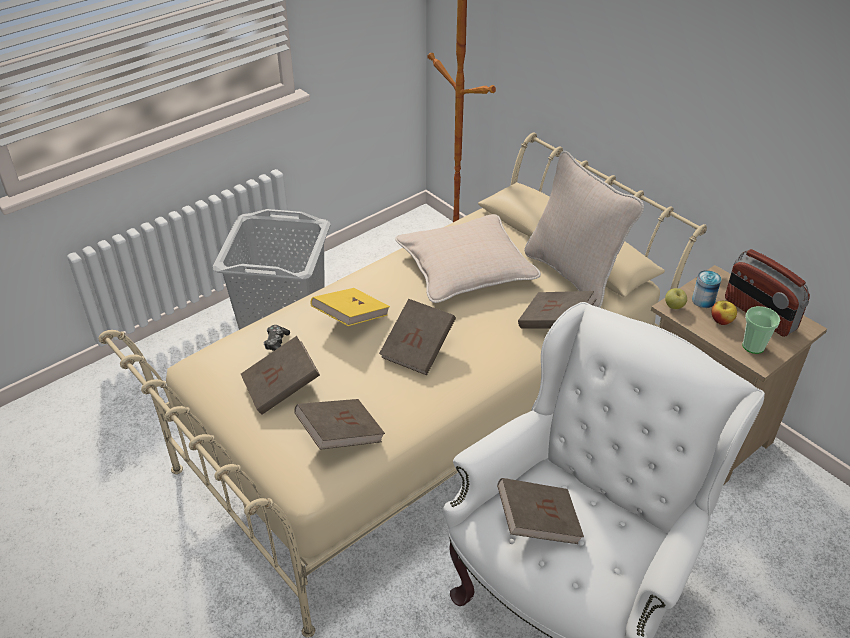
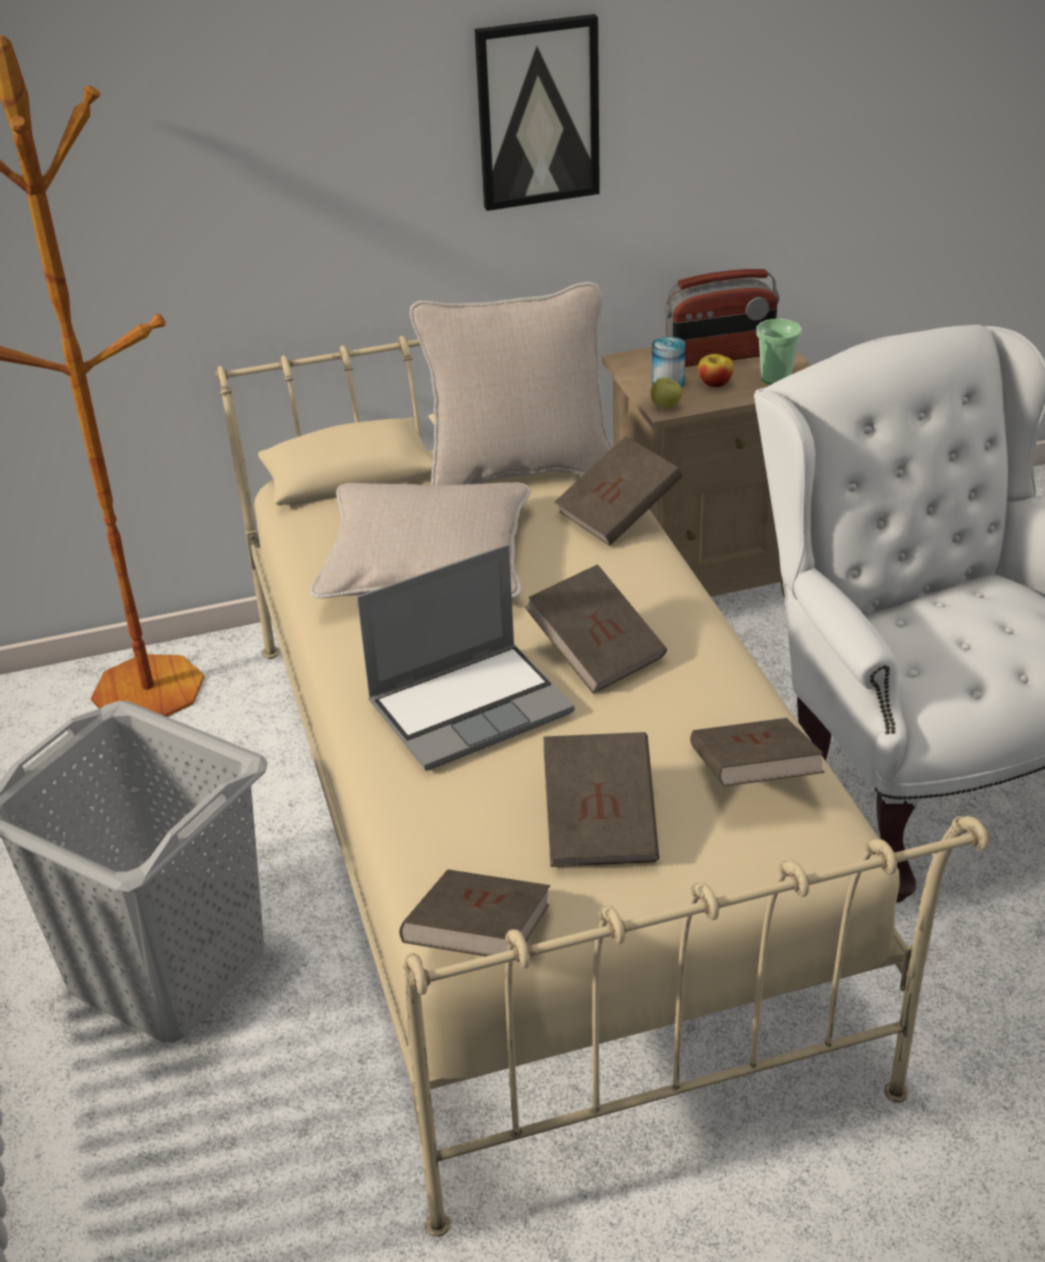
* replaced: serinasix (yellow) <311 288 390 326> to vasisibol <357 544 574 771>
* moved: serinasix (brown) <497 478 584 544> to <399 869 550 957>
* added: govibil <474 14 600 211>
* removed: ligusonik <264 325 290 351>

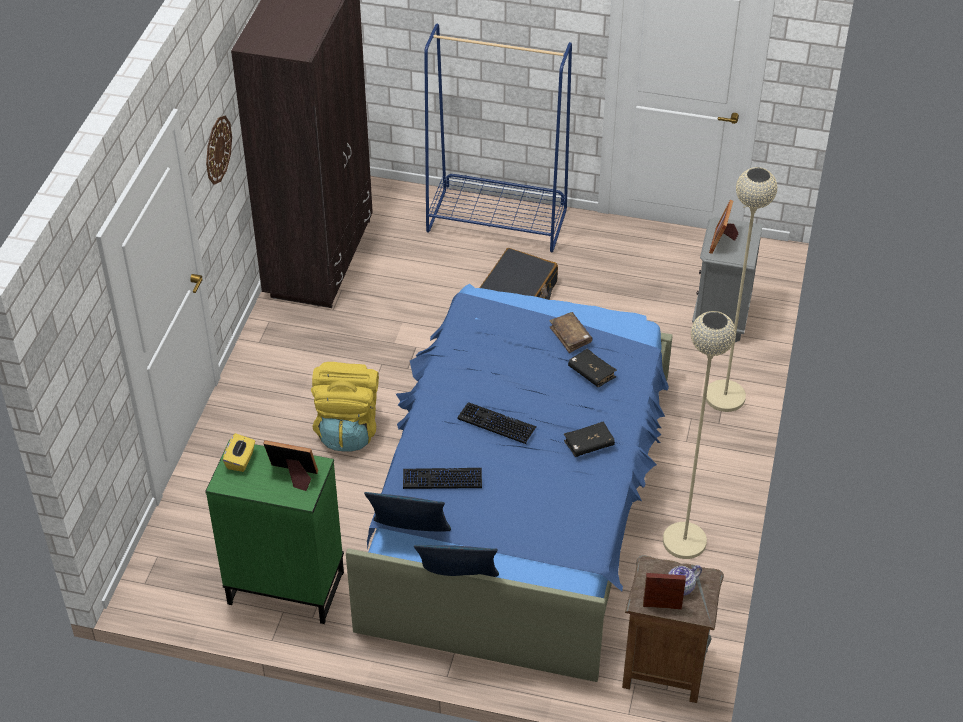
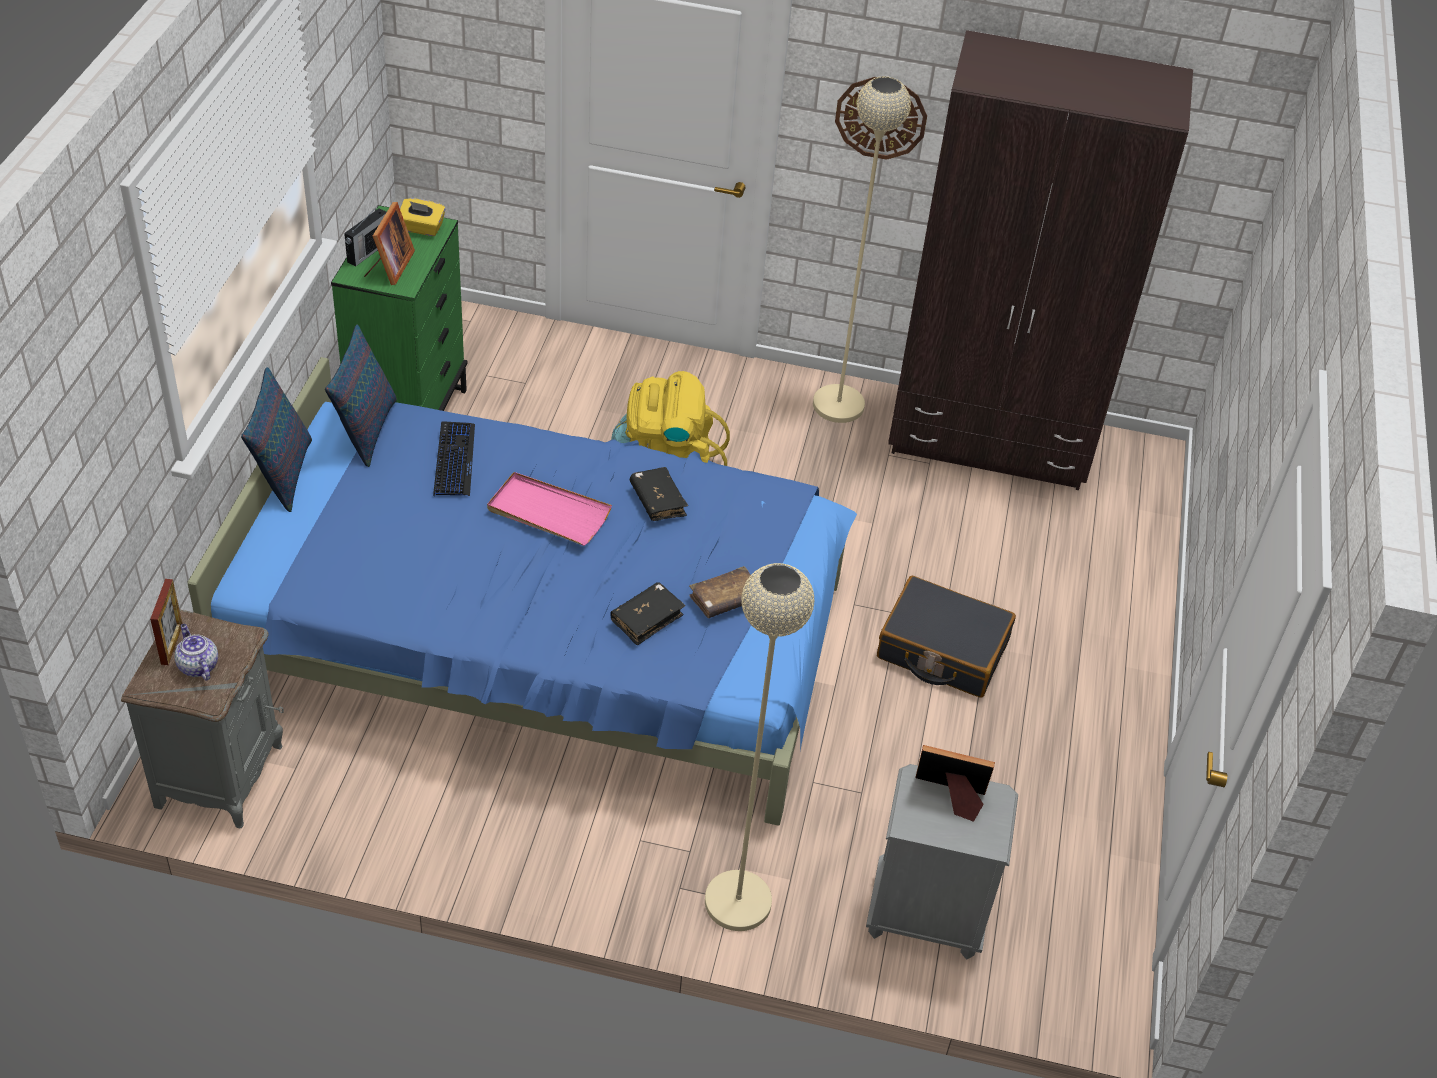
* added: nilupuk <344 208 387 266>
* replaced: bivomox <457 402 537 444> to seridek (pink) <487 472 612 546>
* moved: serinasix (black) <564 422 615 457> to <630 467 688 521>
* moved: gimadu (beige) <663 311 736 559> to <813 76 911 423>
* removed: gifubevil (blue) <424 24 572 253>

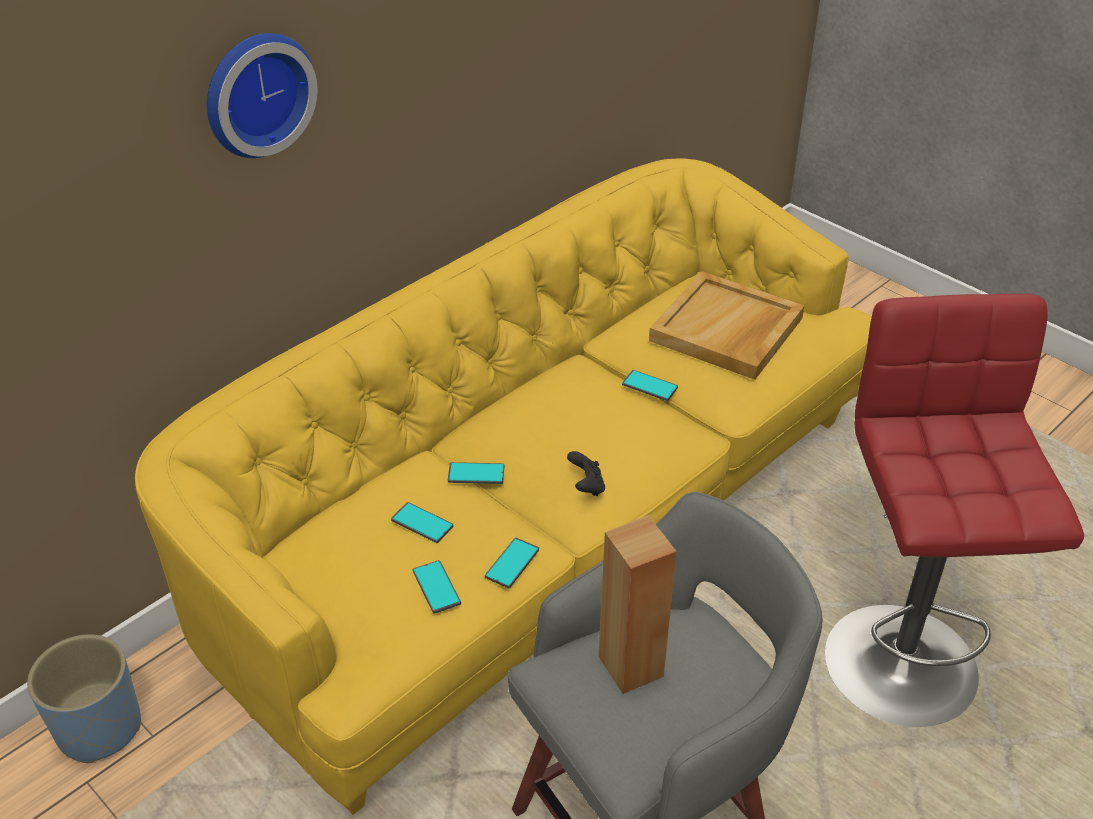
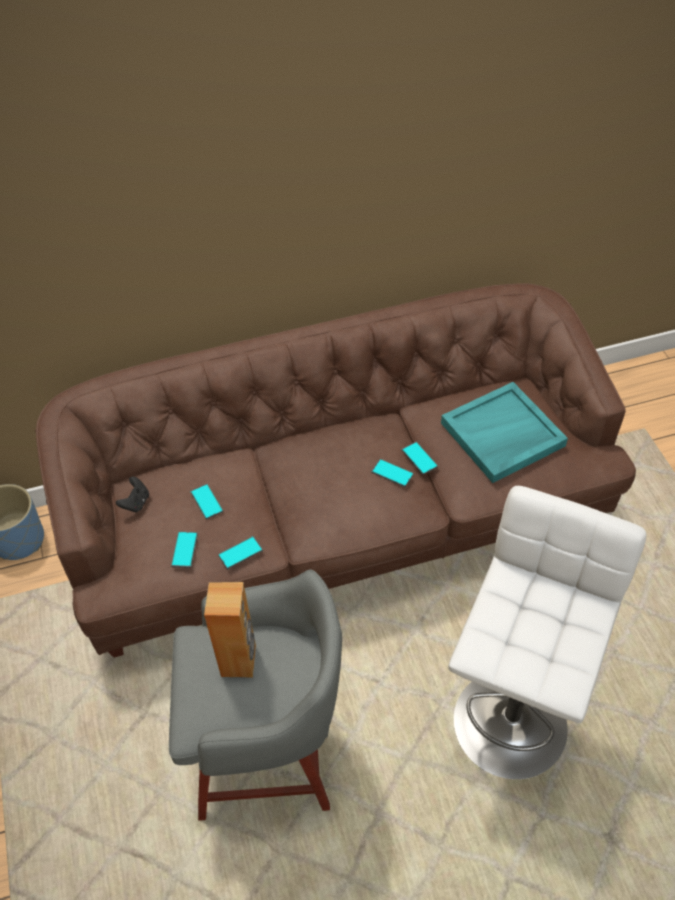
* recoloured: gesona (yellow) <135 158 872 815> to gesona (brown) <35 283 636 658>
* moved: ligusonik (black) <567 451 605 496> to <116 477 149 512>
* moved: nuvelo <448 462 504 484> to <371 459 414 487>
* recoloured: seridek (beige) <649 271 805 380> to seridek (turquoise) <441 382 568 483>
* recoloured: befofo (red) <825 294 1084 727> to befofo (white) <448 486 646 779>
* removed: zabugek <207 33 317 158>

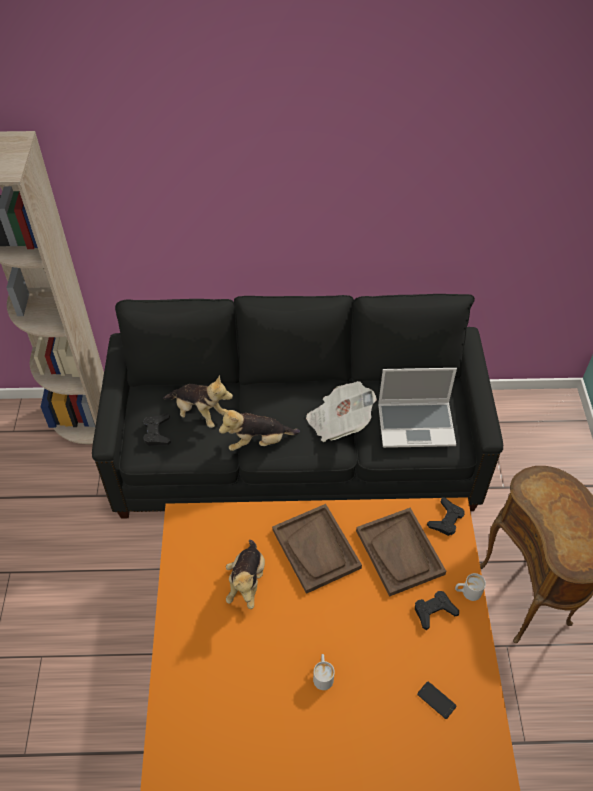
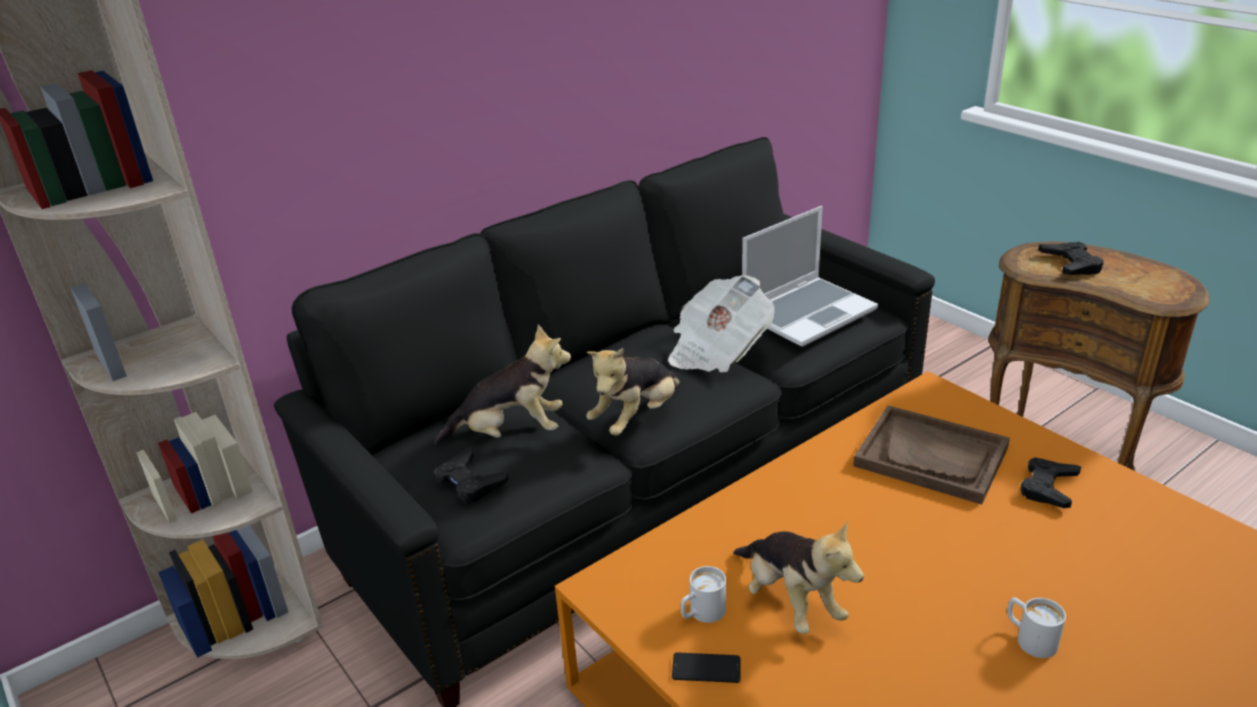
* moved: nuvelo <417 681 457 719> to <672 652 741 683>
* moved: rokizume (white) <455 573 486 601> to <681 566 726 623>
* moved: ligusonik (black) <427 497 465 536> to <1039 242 1104 275>
* removed: seridek (brown) <272 504 362 594>

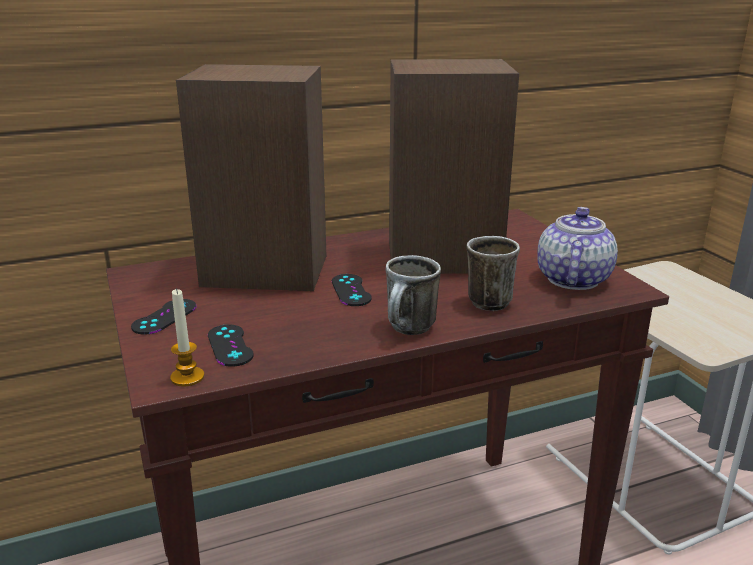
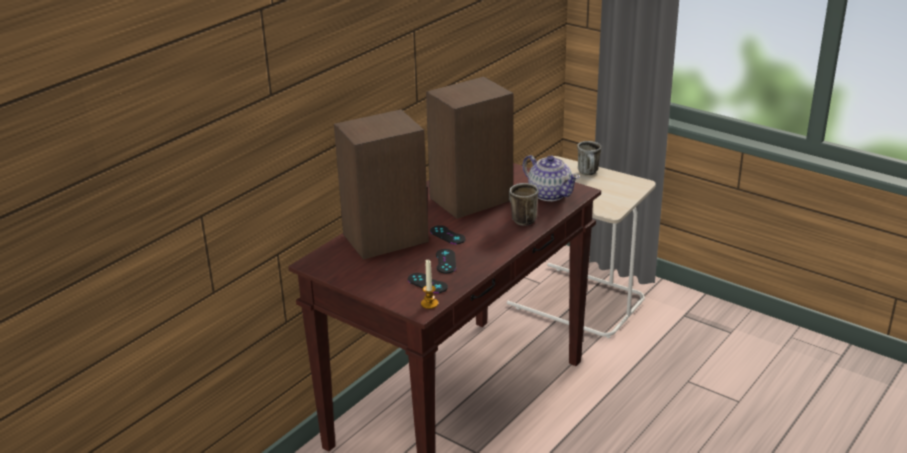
* moved: ligusonik (black) <131 299 196 335> to <436 249 456 274>
* turned: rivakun <537 207 618 290> = <523 155 579 201> 150 degrees clockwise
* moved: rokizume <386 255 441 335> to <577 141 601 175>

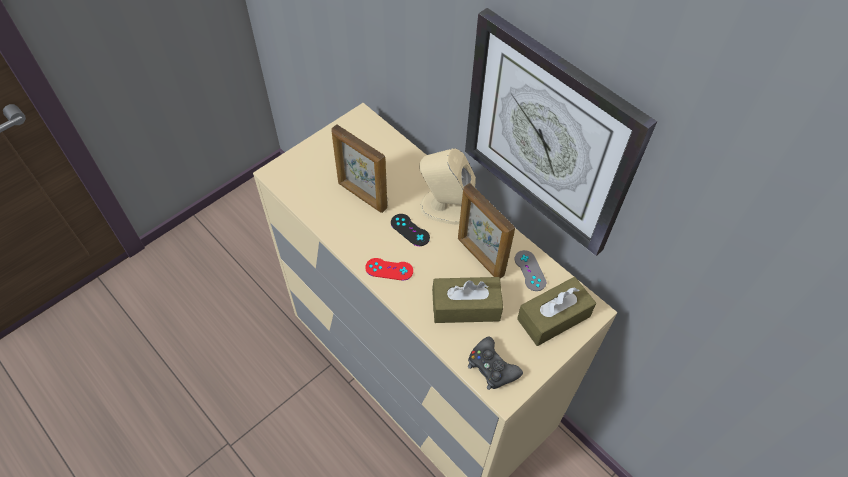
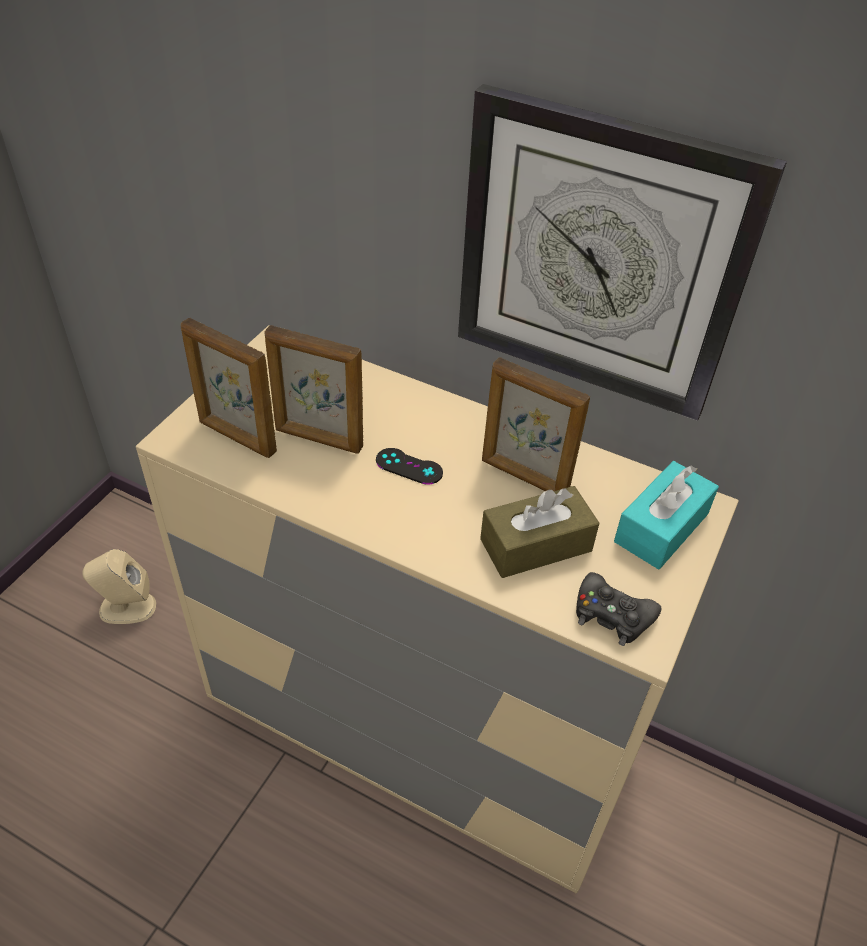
* moved: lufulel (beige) <419 148 476 224> to <82 549 156 624>
* added: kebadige <181 318 277 458>
* recoloured: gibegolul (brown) <517 277 596 346> to gibegolul (turquoise) <614 461 719 569>
* removed: ligusonik (red) <365 258 413 280>
* removed: ligusonik (grey) <514 250 546 291>

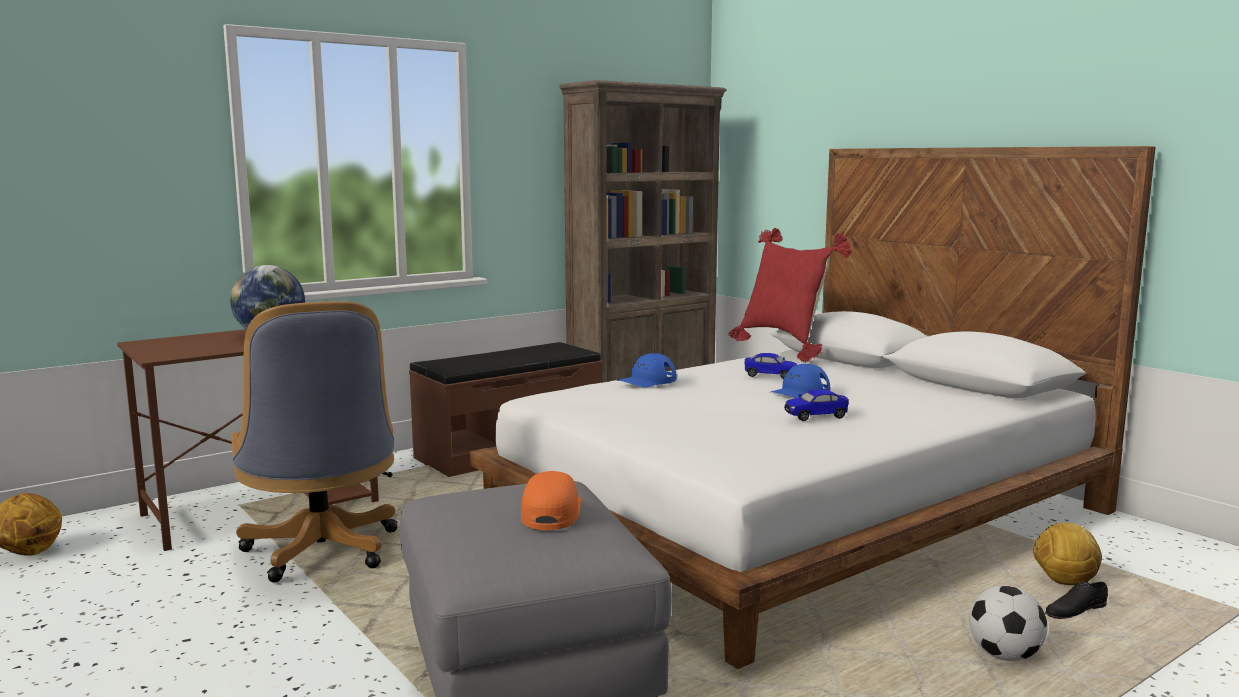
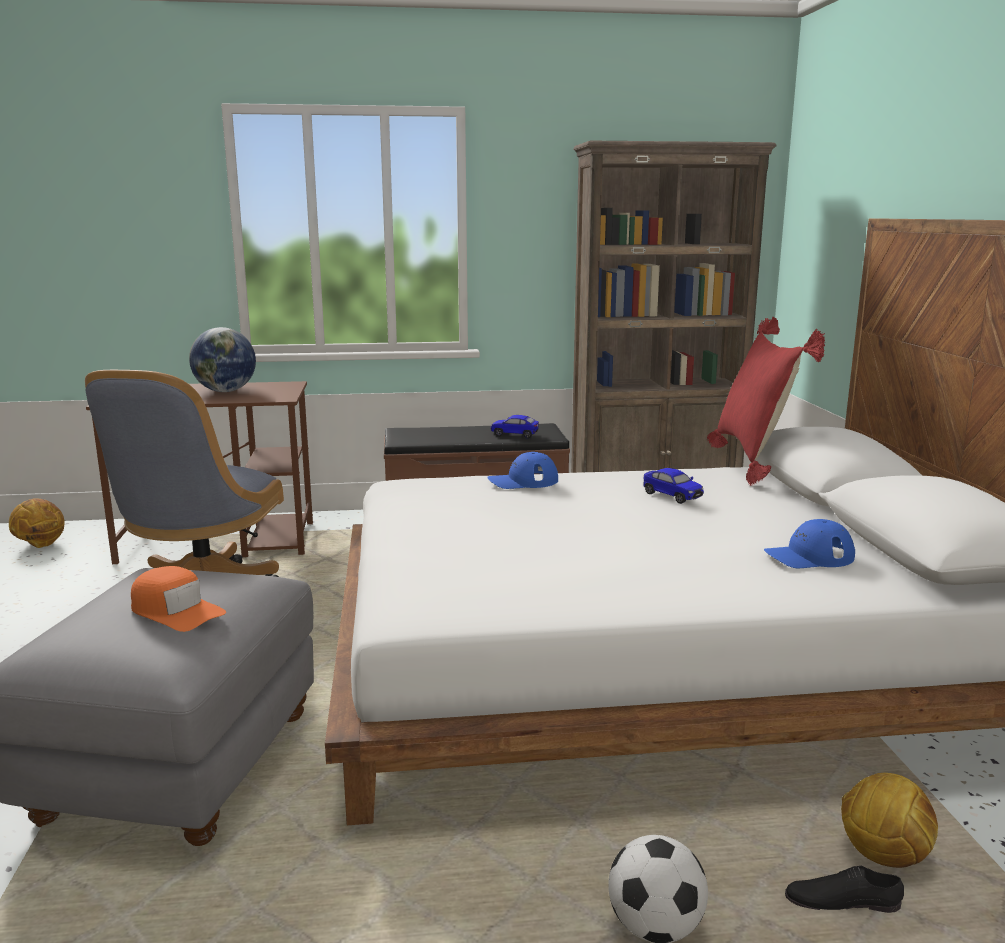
* turned: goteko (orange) <521 471 582 530> = <131 566 226 632> 90 degrees clockwise
* moved: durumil <784 389 849 421> to <491 415 539 439>
* moved: goteko (blue) <771 364 830 398> to <764 519 855 568>

